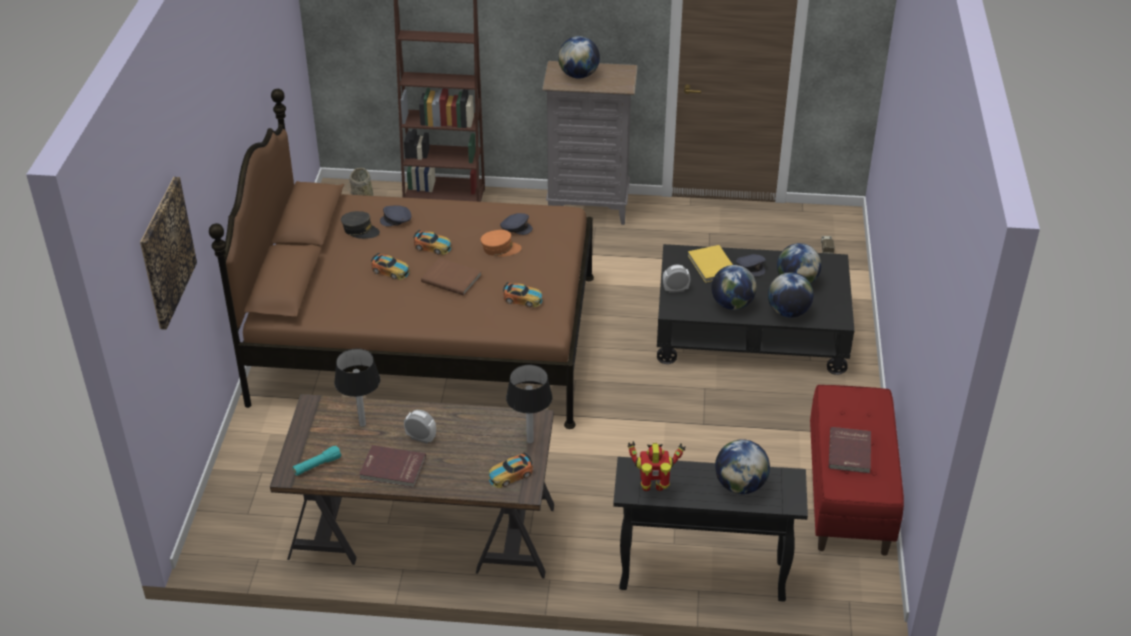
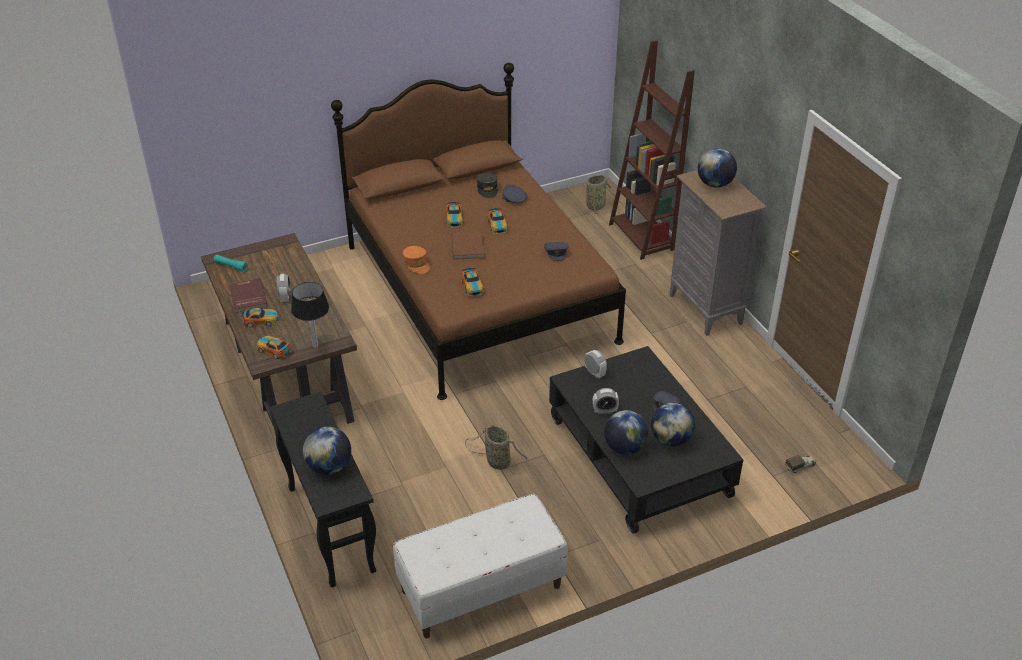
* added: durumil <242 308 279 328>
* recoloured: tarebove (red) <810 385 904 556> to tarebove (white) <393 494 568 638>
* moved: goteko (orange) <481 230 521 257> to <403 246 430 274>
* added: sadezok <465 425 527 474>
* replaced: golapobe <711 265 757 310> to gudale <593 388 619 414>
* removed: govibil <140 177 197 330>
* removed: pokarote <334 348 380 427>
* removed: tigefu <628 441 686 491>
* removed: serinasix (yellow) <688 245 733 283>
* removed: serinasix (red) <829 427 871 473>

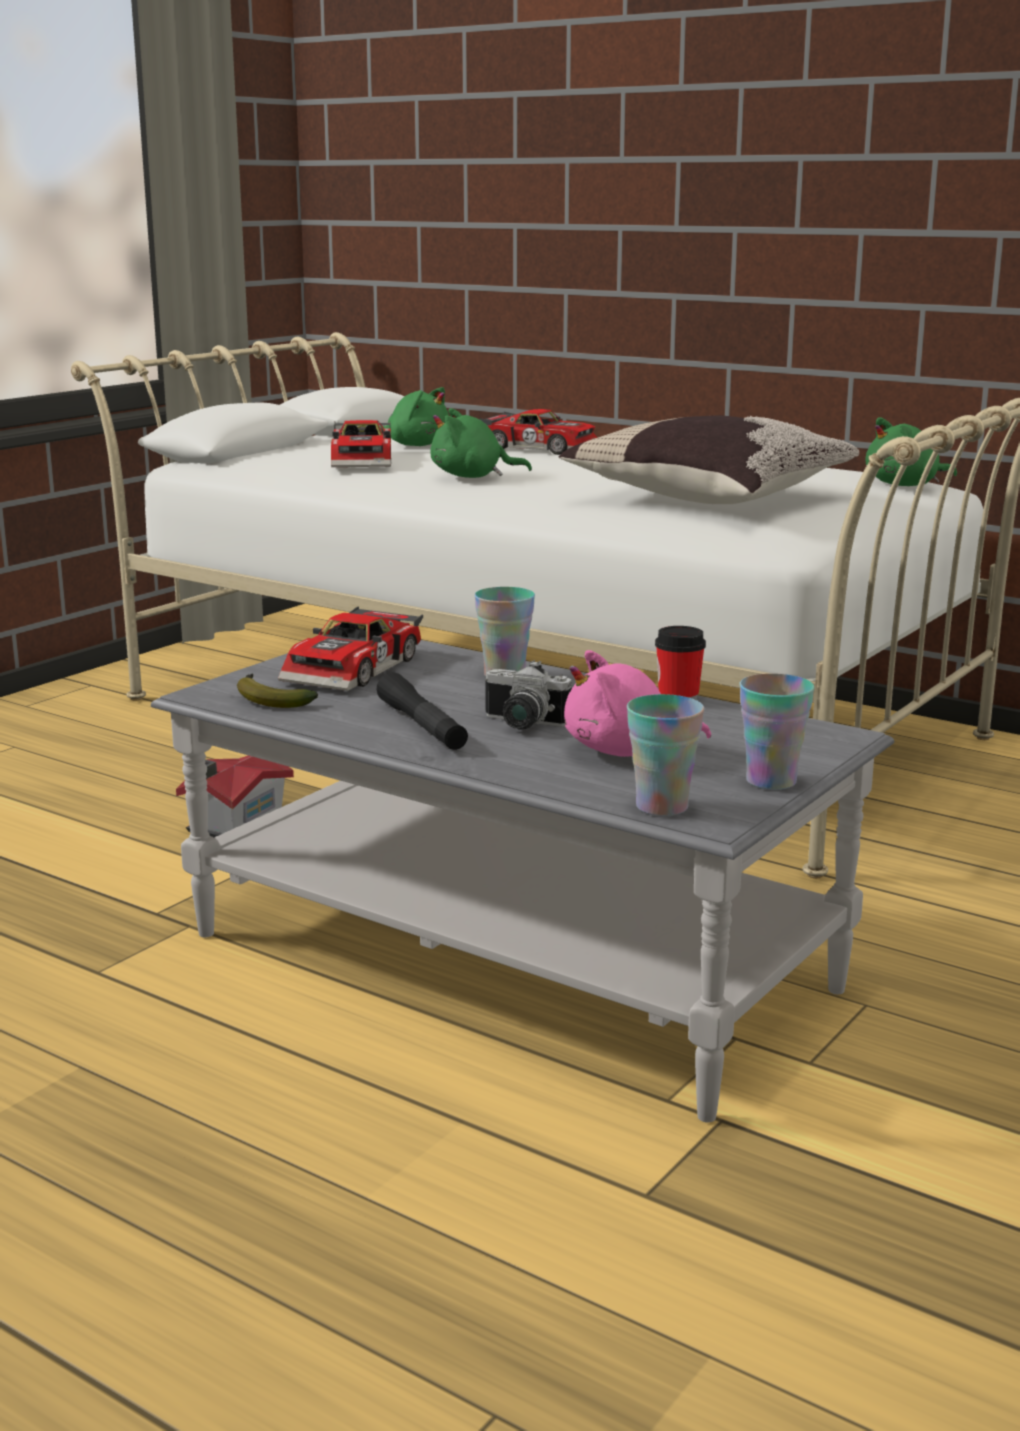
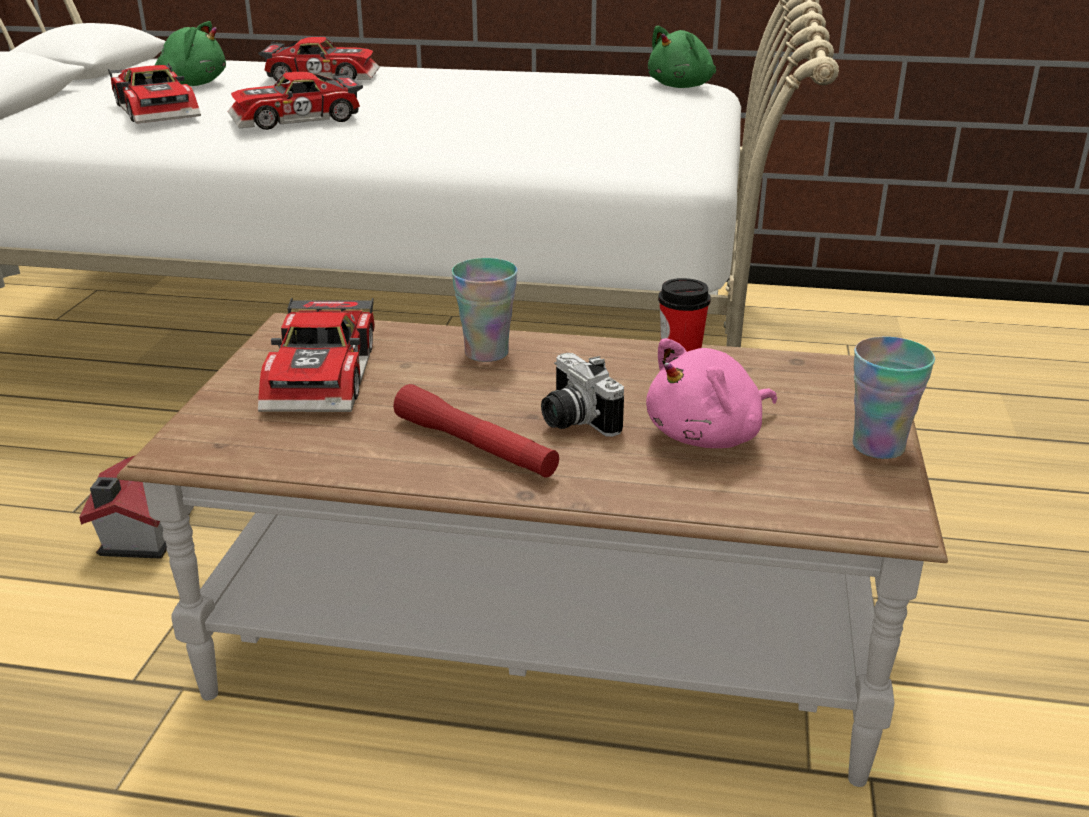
* recoloured: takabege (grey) <151 640 894 1122> to takabege (brown) <117 313 948 787>
* replaced: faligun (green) <430 408 532 478> to durumil <227 72 363 130>
* recoloured: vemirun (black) <377 672 468 750> to vemirun (red) <394 384 559 478>
* turned: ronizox <485 660 572 730> = <541 353 624 437> 60 degrees clockwise
* removed: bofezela <237 673 318 708>
* removed: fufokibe <558 415 859 504>
* removed: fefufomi <627 694 704 816>

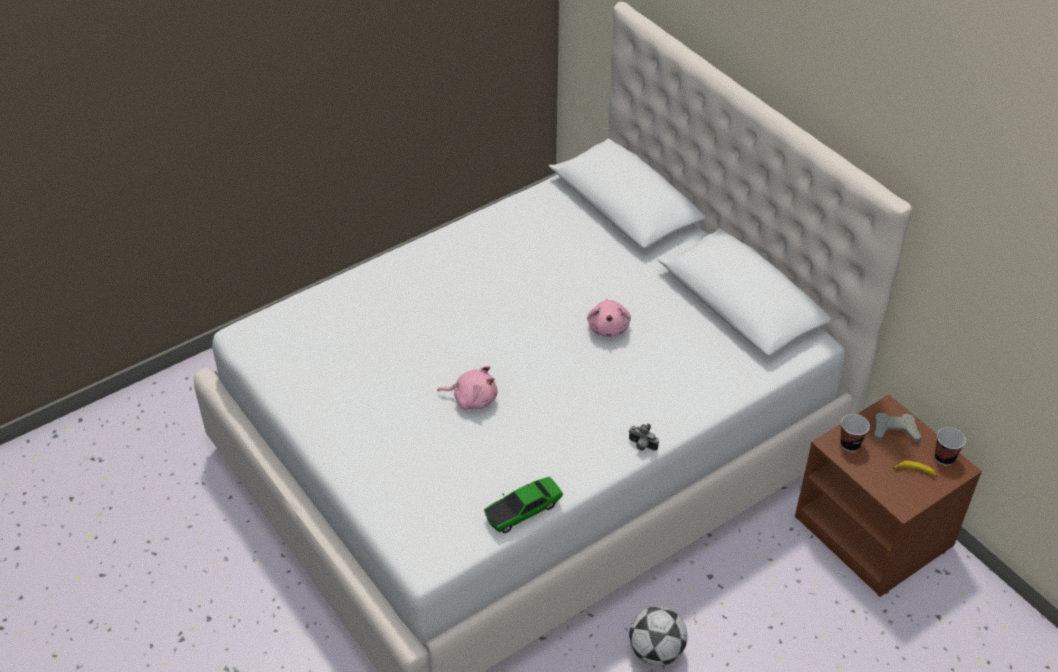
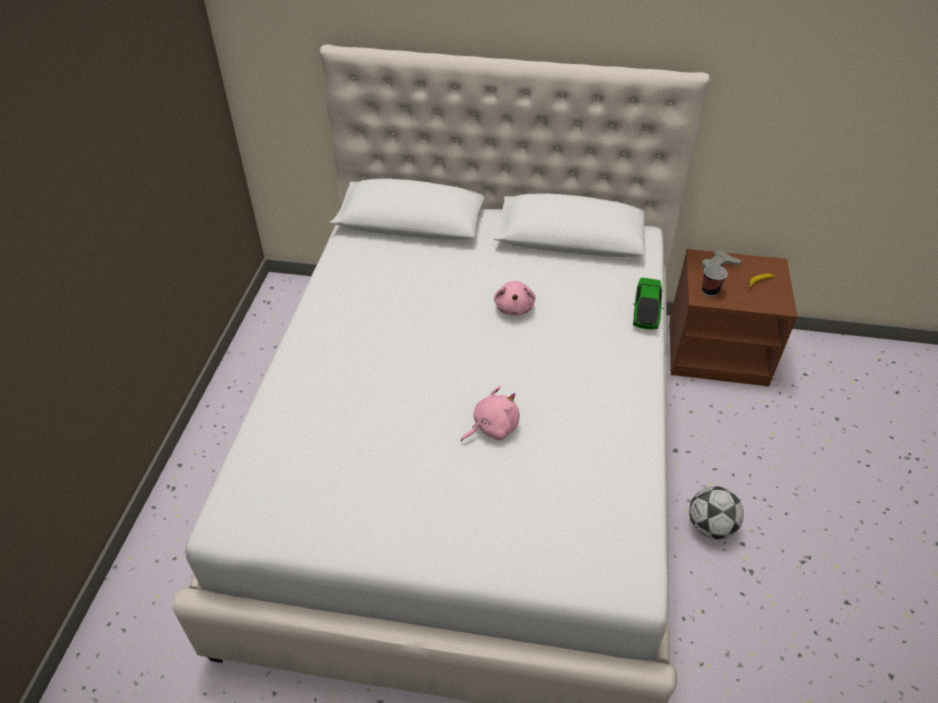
* turned: faligun (pink) <587 298 631 337> = <494 281 536 316> 45 degrees clockwise
* moved: durumil <484 477 563 533> to <633 278 664 329>
* removed: ronizox <628 424 659 451>
* removed: fefufomi <935 427 966 465>

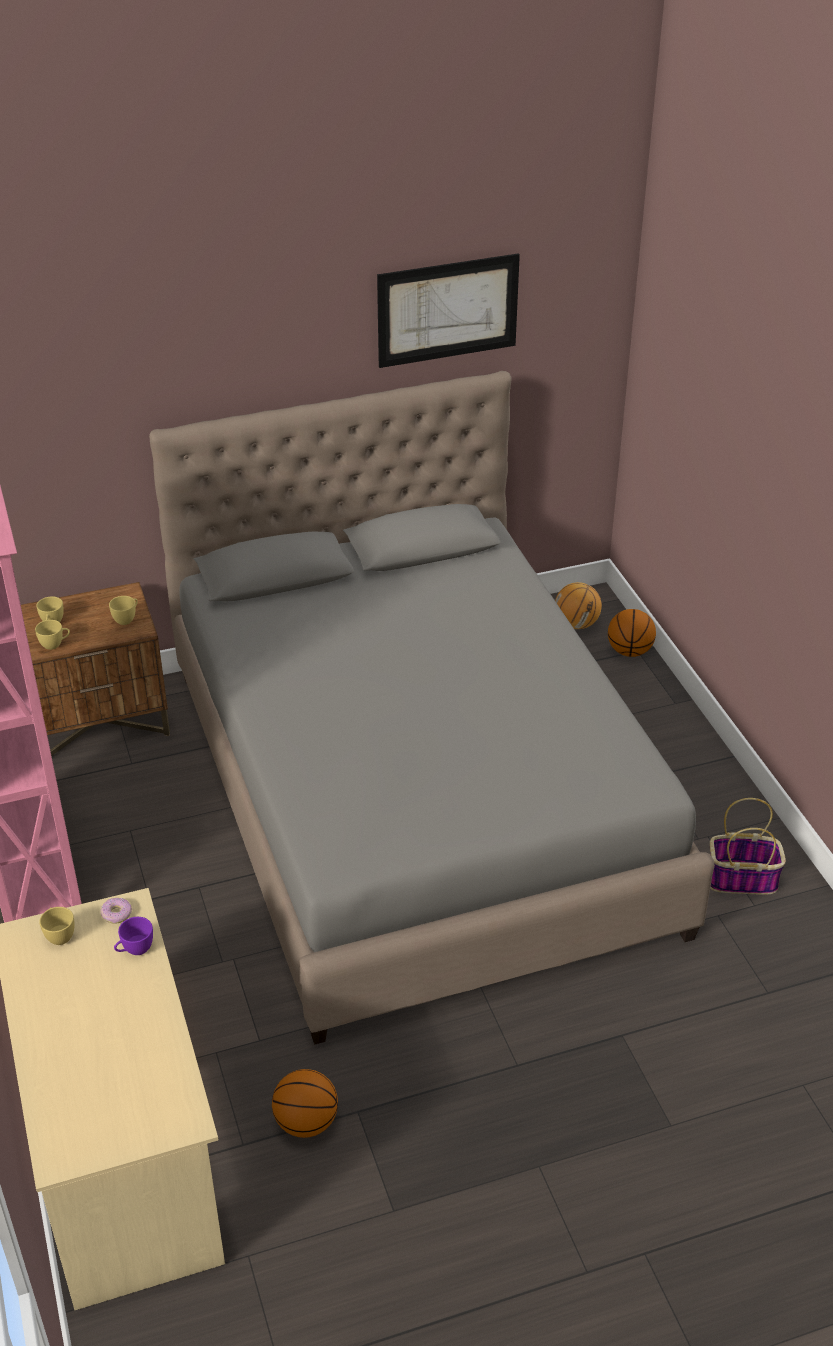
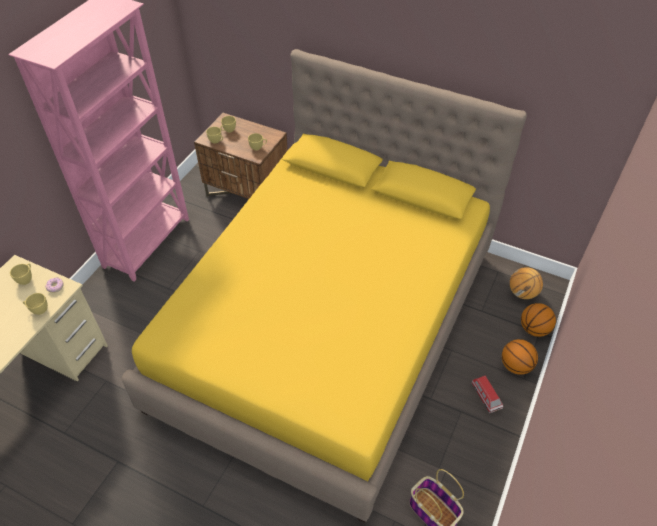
* recoloured: fefufomi (purple) <114 917 153 955> to fefufomi (yellow) <23 293 48 315>
* recoloured: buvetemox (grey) <149 371 715 1045> to buvetemox (yellow) <122 49 527 523>
* added: durumil <472 375 503 413>
* moved: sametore <272 1069 338 1138> to <502 339 538 375>
* removed: govibil <377 253 520 368>

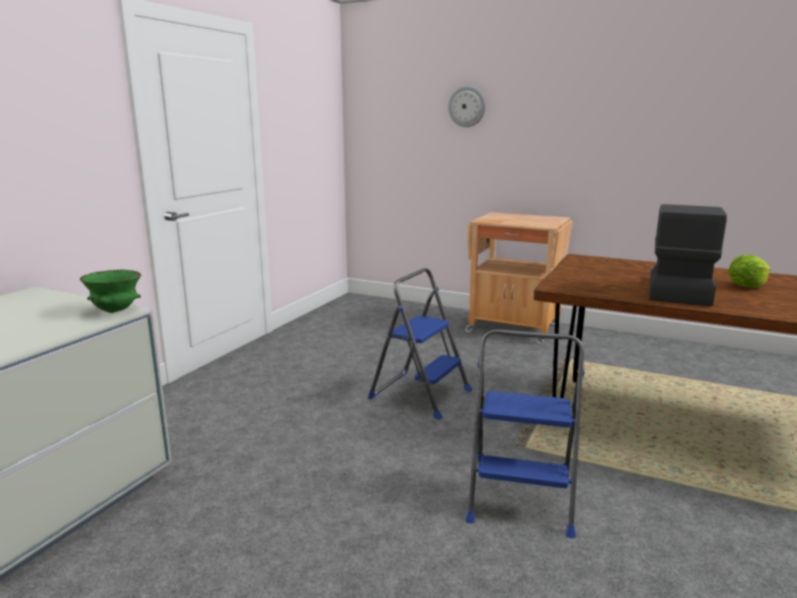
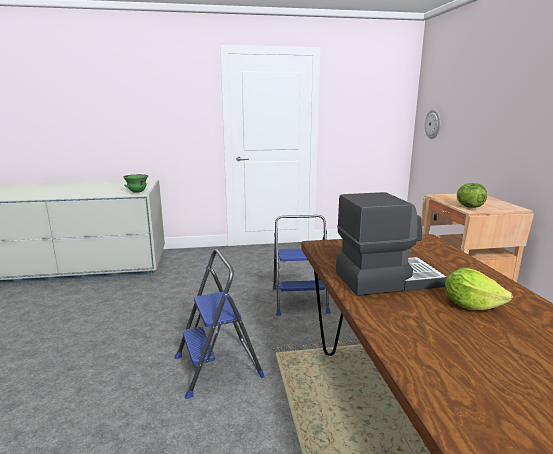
* moved: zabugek <448 86 486 127> to <425 109 441 139>
* added: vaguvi <457 183 487 208>

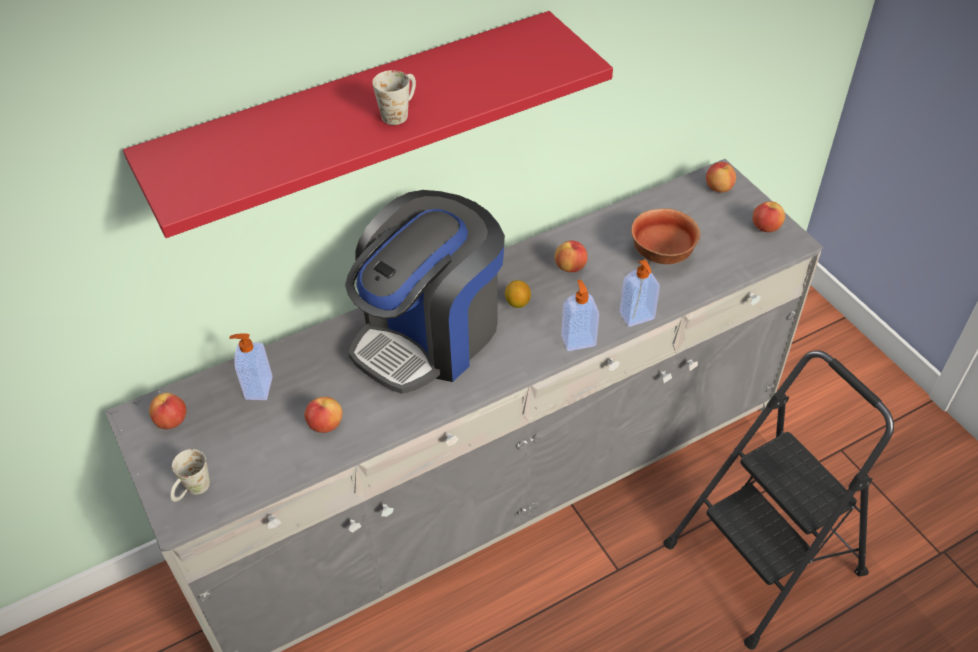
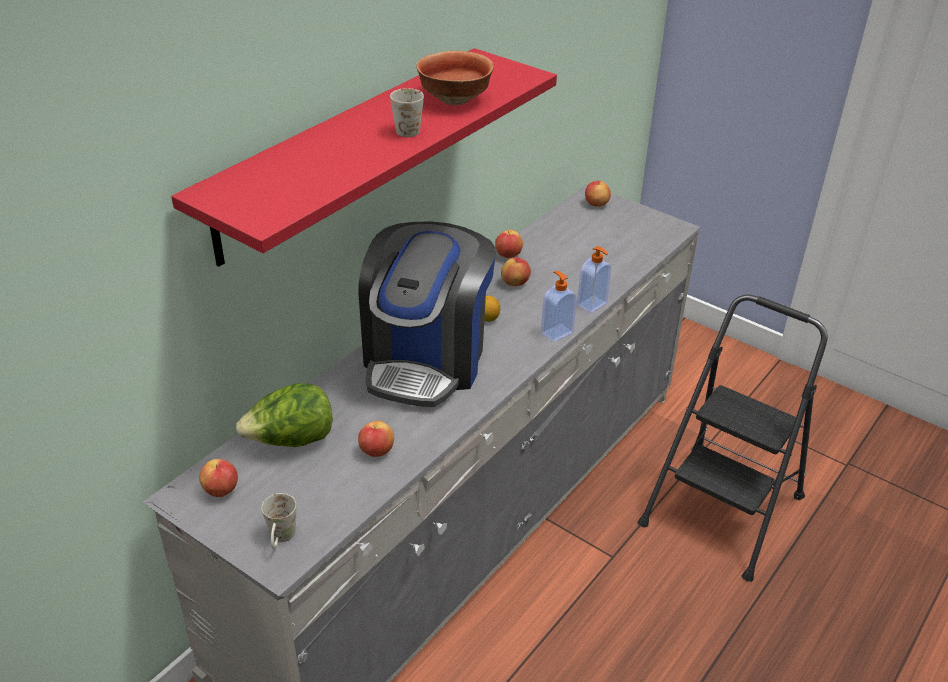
* replaced: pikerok <229 333 272 400> to vaguvi <236 383 333 447>
* moved: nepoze <631 209 700 264> to <416 51 494 105>
* moved: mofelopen <753 201 785 232> to <495 230 523 258>

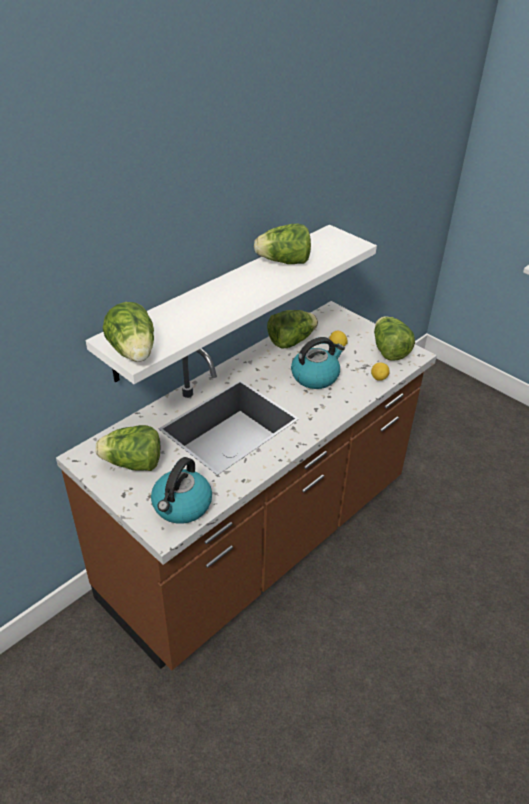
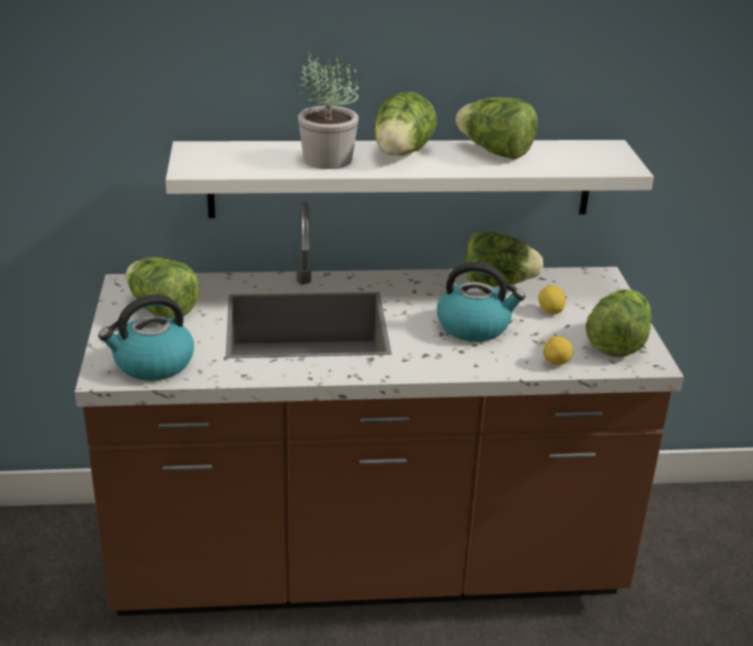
* added: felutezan <298 50 359 169>
* moved: vaguvi <103 302 154 362> to <374 92 437 156>

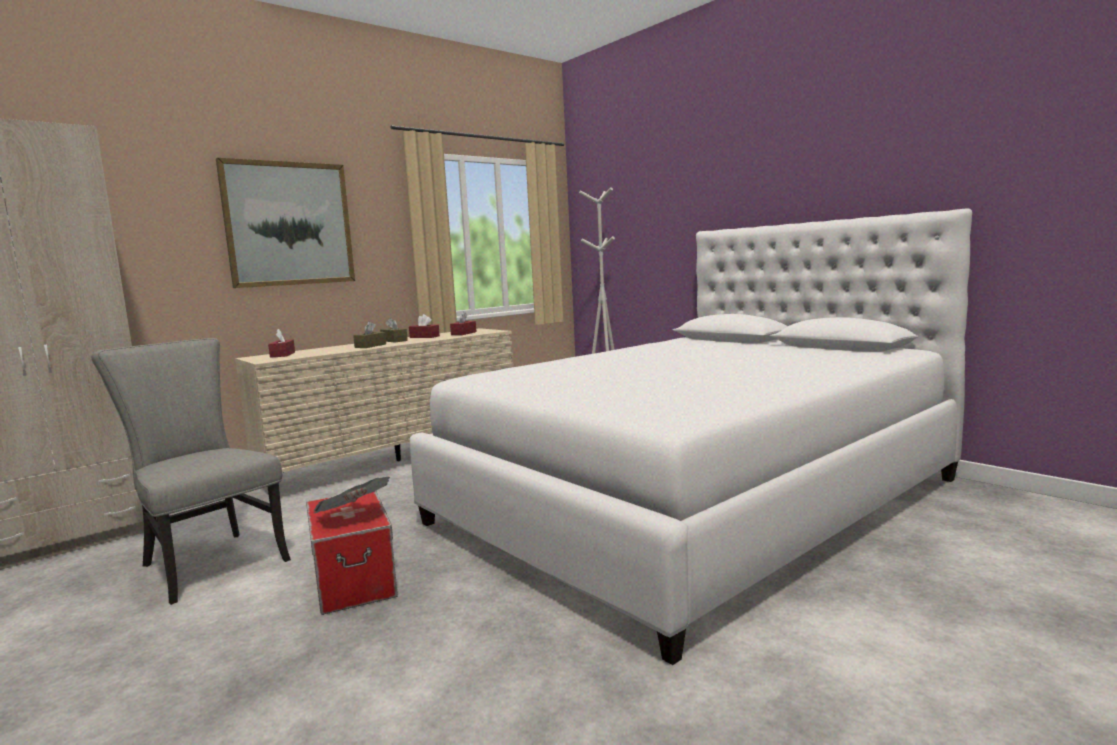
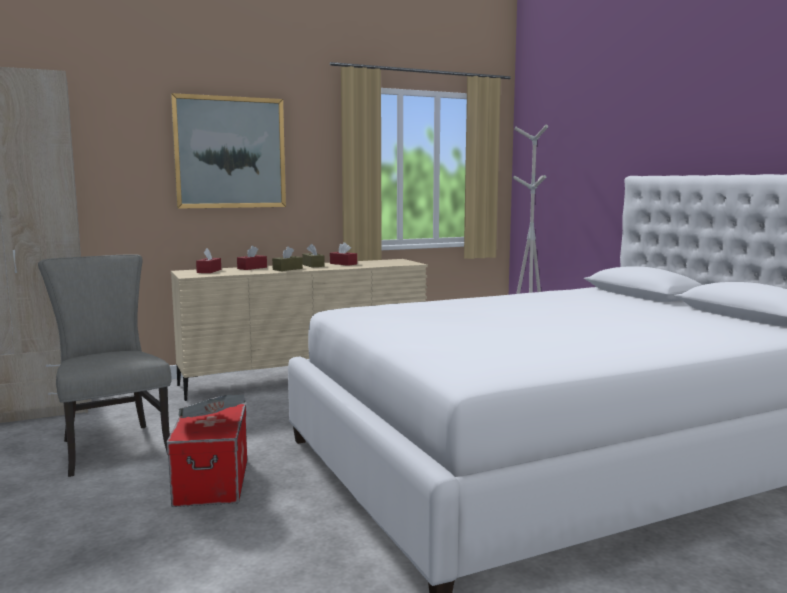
* moved: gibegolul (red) <450 311 476 335> to <237 246 267 270>

